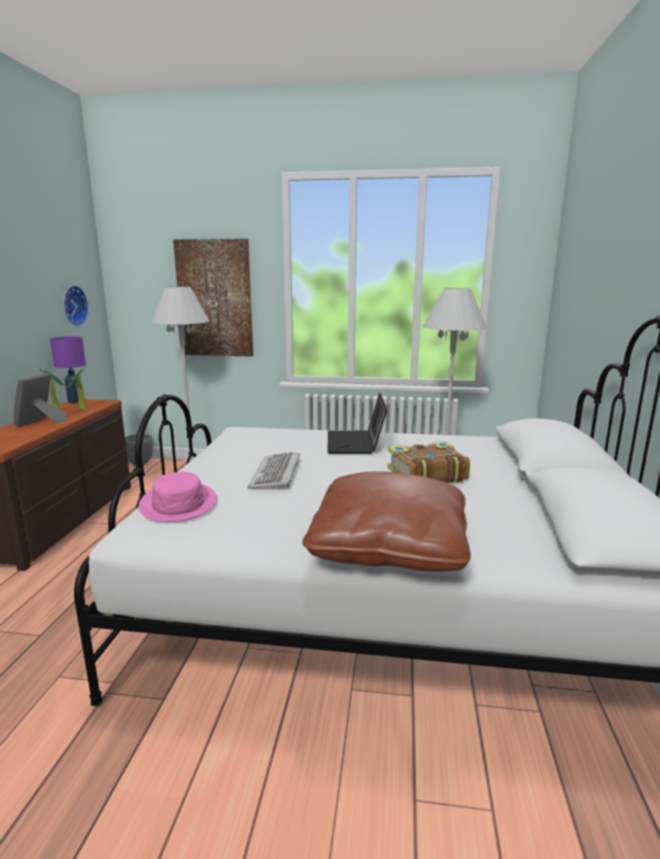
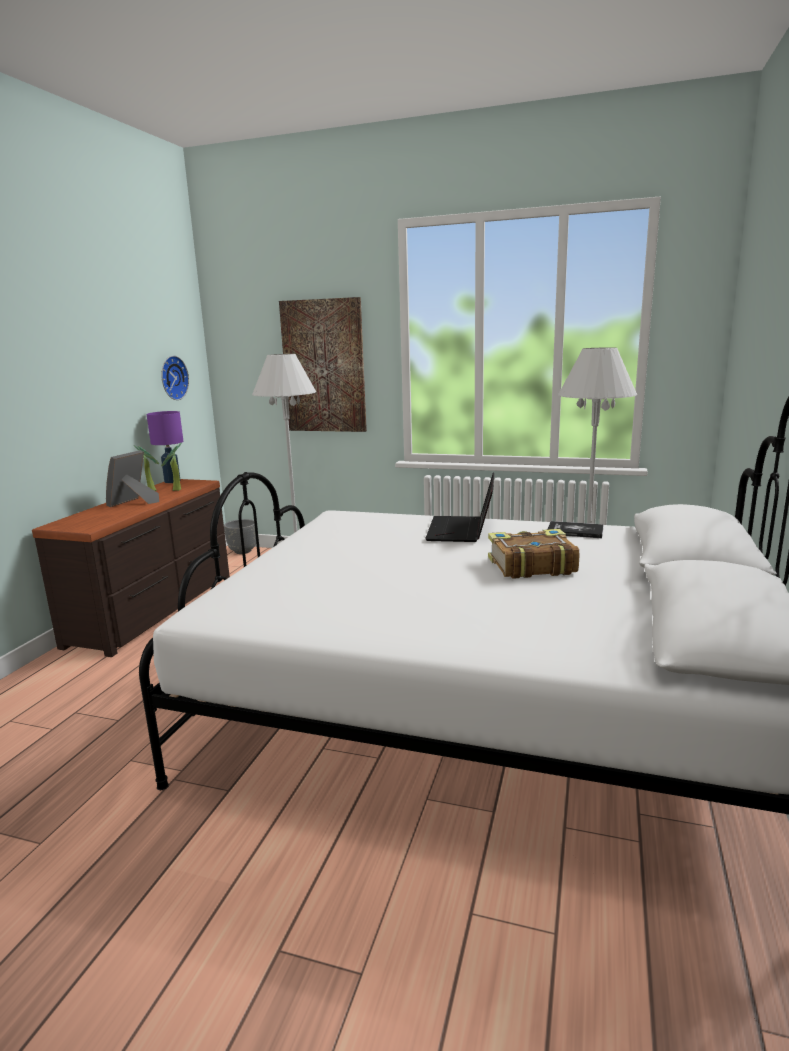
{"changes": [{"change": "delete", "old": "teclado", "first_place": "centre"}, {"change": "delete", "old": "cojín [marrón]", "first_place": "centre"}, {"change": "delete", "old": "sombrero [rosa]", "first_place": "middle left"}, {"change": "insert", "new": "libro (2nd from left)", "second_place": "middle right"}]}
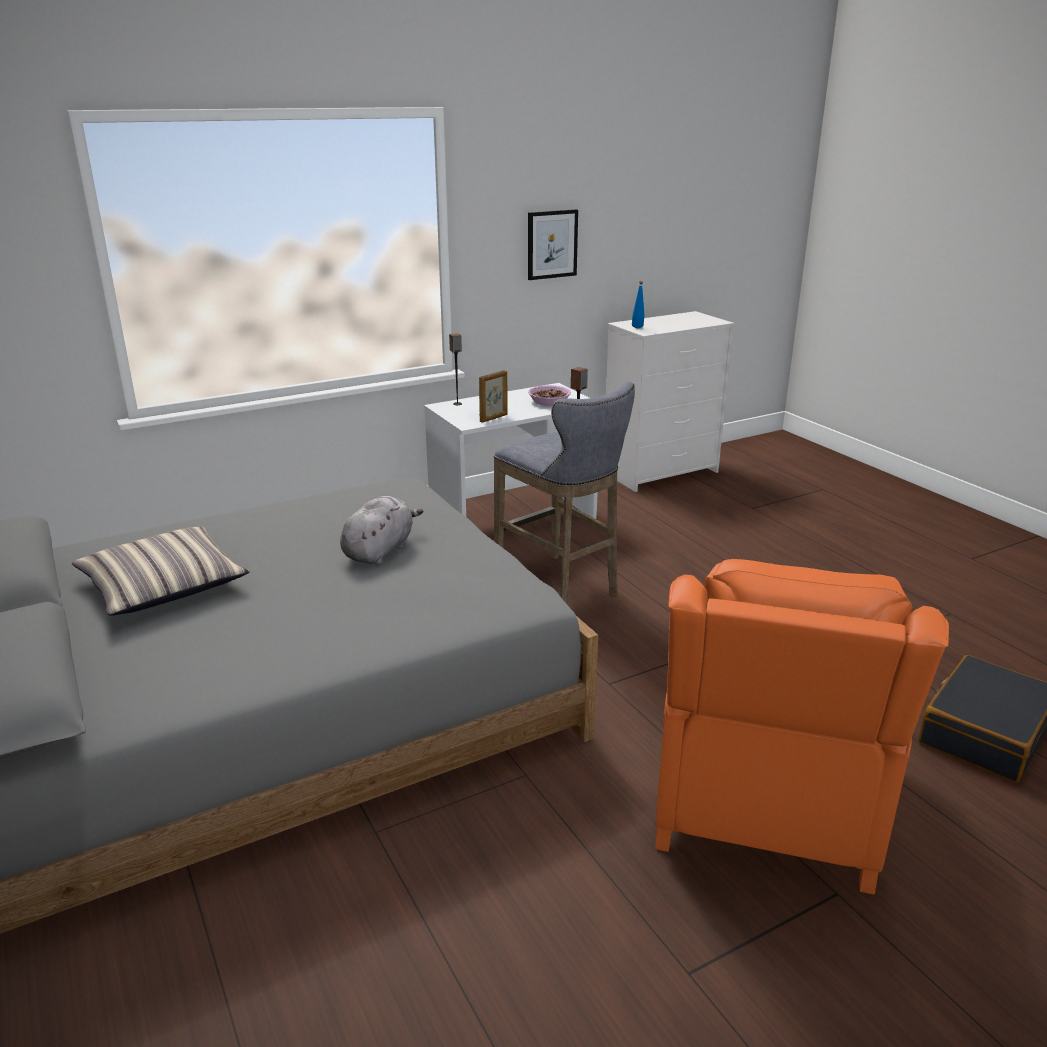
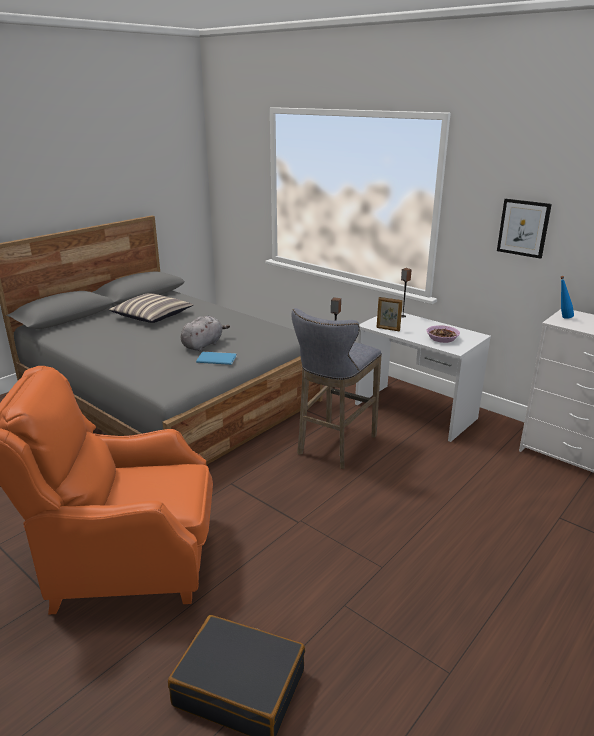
{"changes": [{"change": "rotate", "old": "peluche [gris]", "first_place": "centre", "second_place": "centre", "degrees": -60}, {"change": "insert", "new": "libro [azul]", "second_place": "centre"}]}
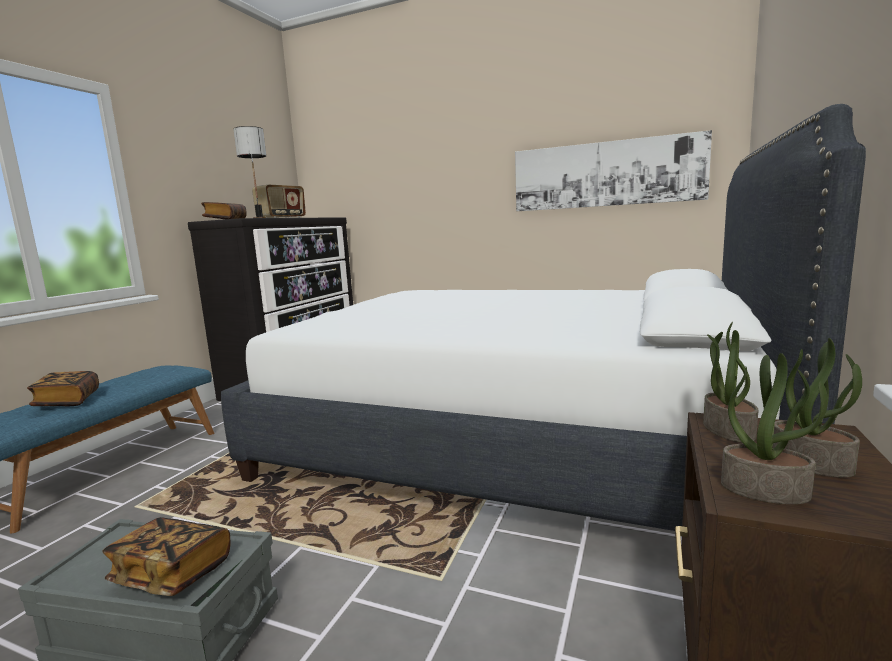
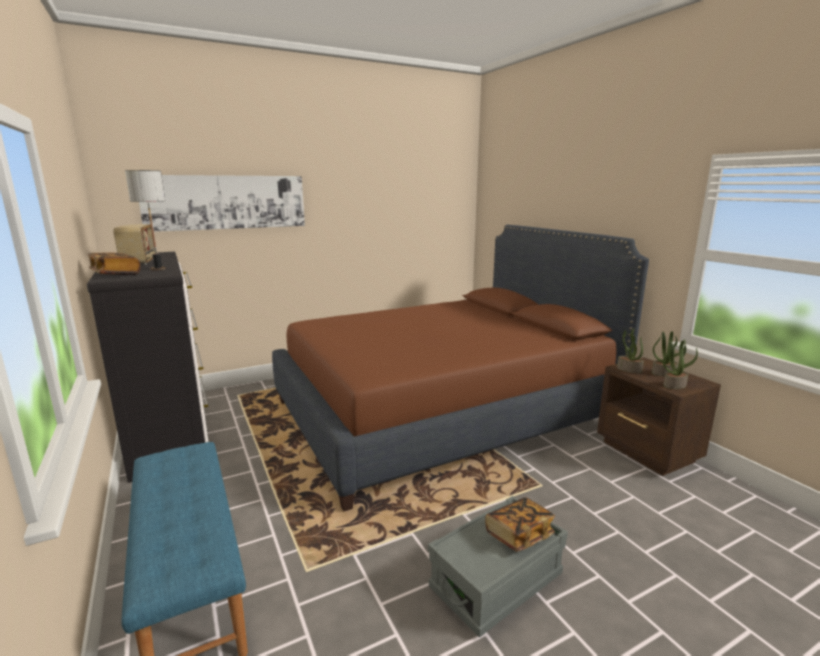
{"changes": [{"change": "recolor", "old": "cama [blanco]", "new": "cama [marrón]", "first_place": "centre", "second_place": "centre"}, {"change": "move", "old": "cuadro", "first_place": "top right", "second_place": "top left"}, {"change": "delete", "old": "libro (1st from left)", "first_place": "middle left"}]}
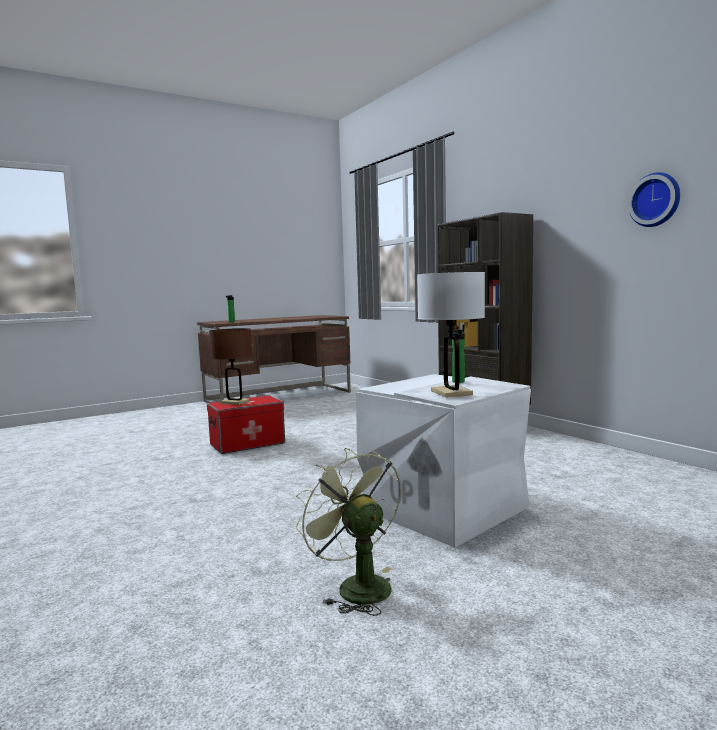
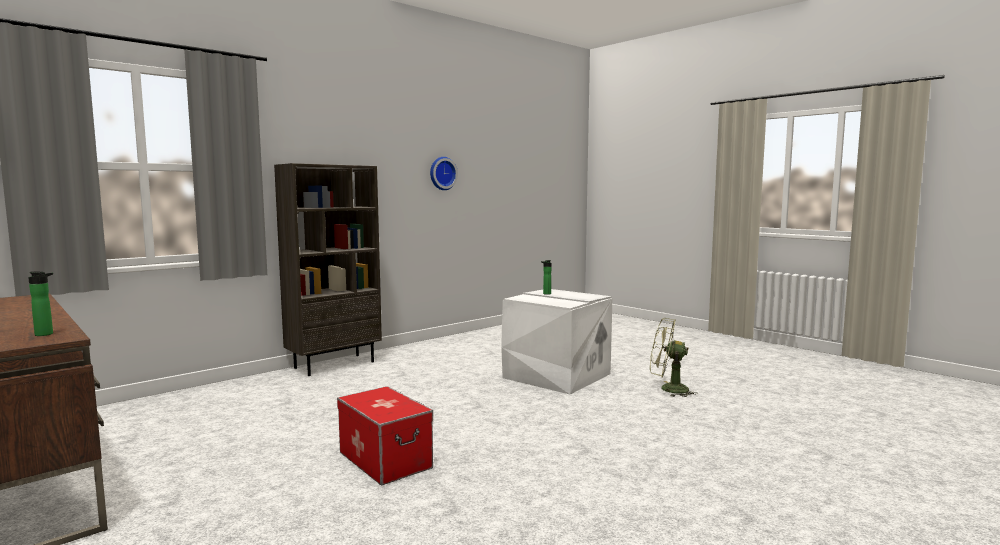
{"changes": [{"change": "delete", "old": "lámpara de mesa [blanco]", "first_place": "centre"}, {"change": "delete", "old": "lámpara de mesa [marrón]", "first_place": "middle left"}, {"change": "rotate", "old": "ventilador [verde]", "first_place": "bottom centre", "second_place": "middle right", "degrees": 60}]}
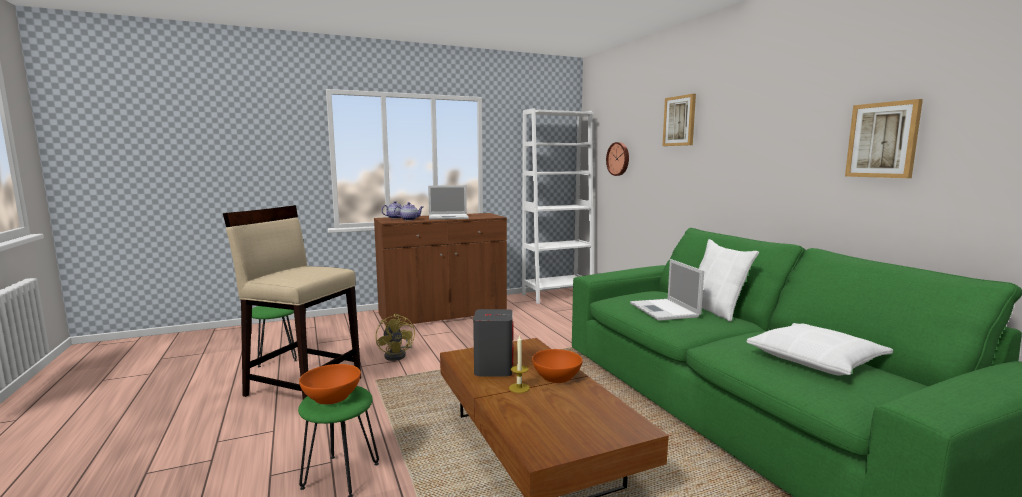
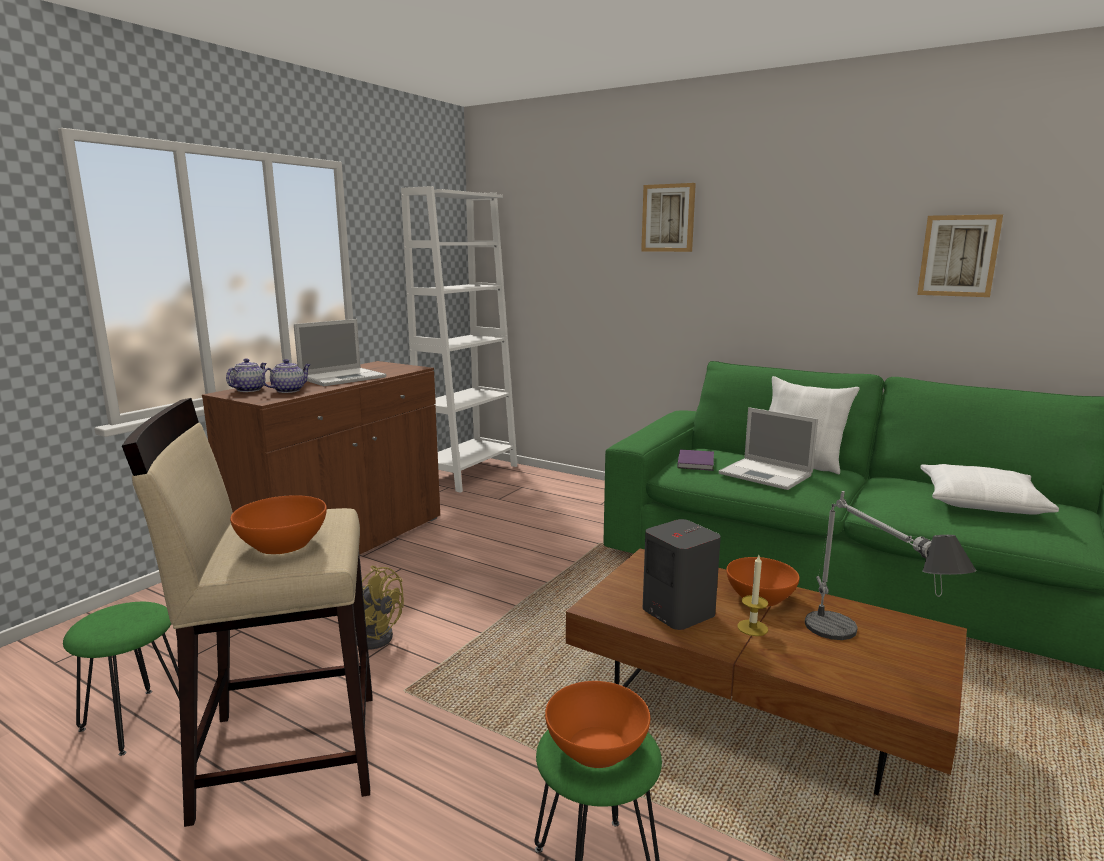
{"changes": [{"change": "delete", "old": "reloj de pared", "first_place": "top centre"}, {"change": "insert", "new": "libro [morado]", "second_place": "centre"}, {"change": "insert", "new": "lámpara de mesa", "second_place": "middle right"}, {"change": "insert", "new": "cuenco [naranja] (1st from left)", "second_place": "middle left"}]}
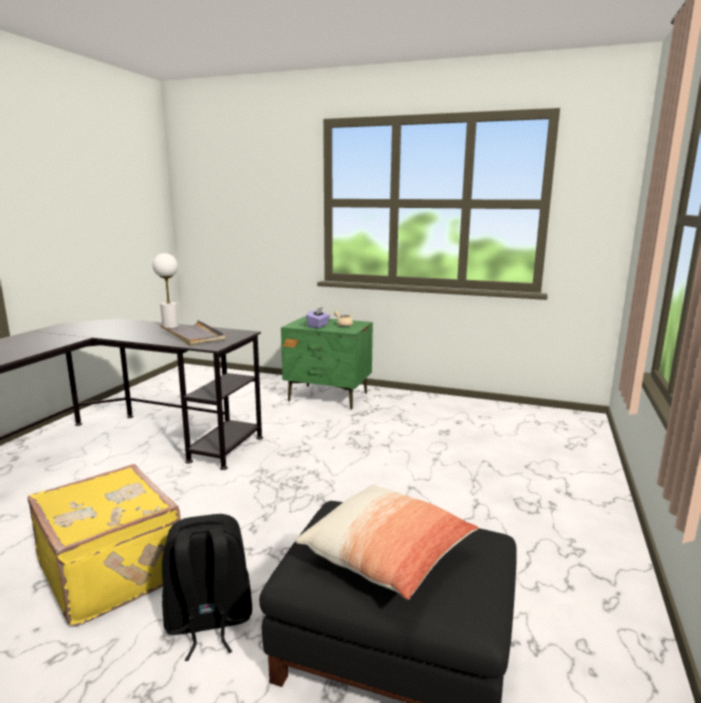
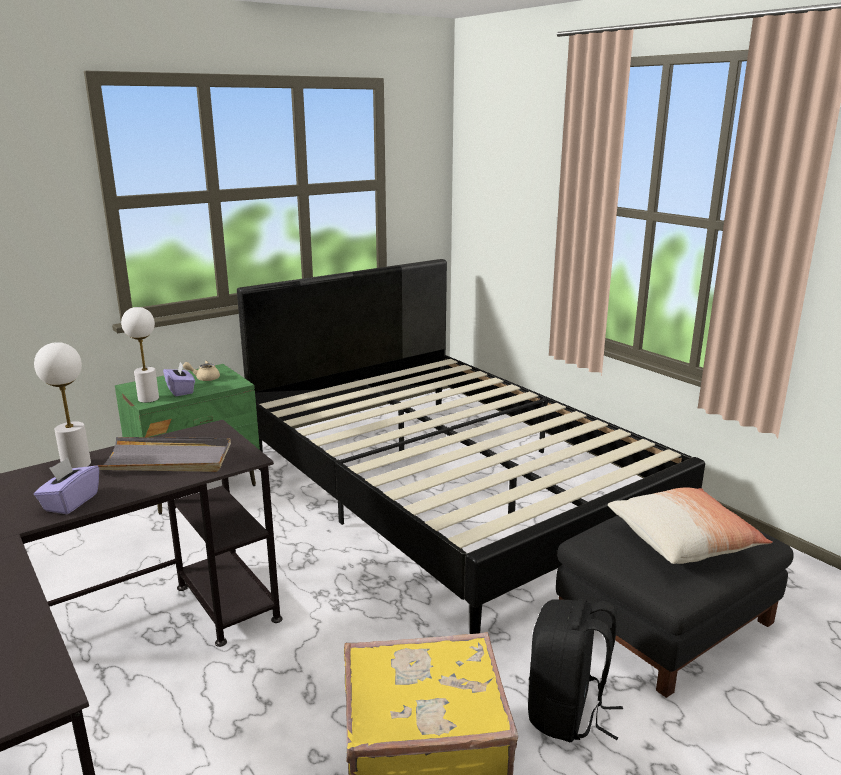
{"changes": [{"change": "insert", "new": "cama [negro]", "second_place": "centre"}, {"change": "insert", "new": "lámpara de mesa [blanco] (2nd from left)", "second_place": "middle left"}, {"change": "insert", "new": "caja de pañuelos [morado] (1st from left)", "second_place": "middle left"}]}
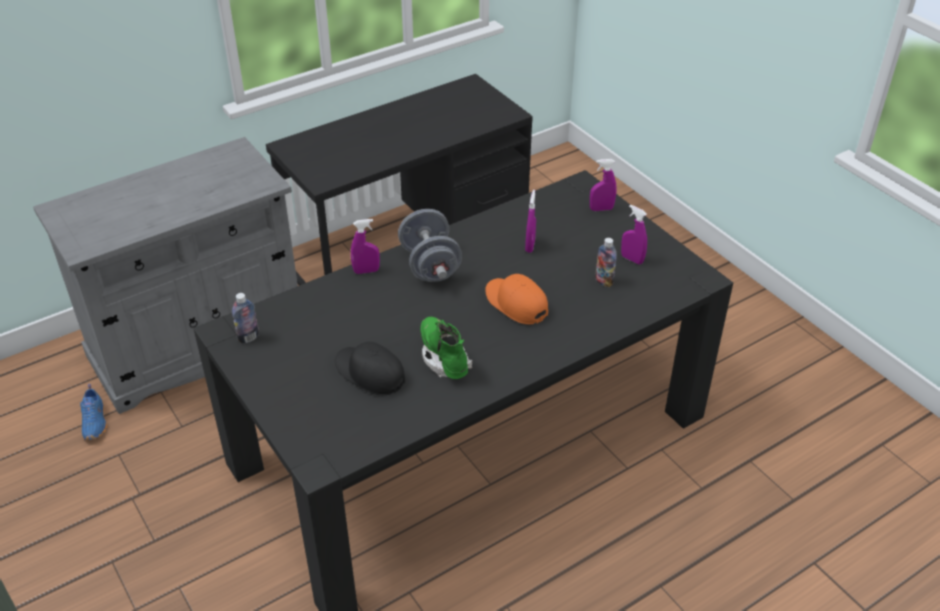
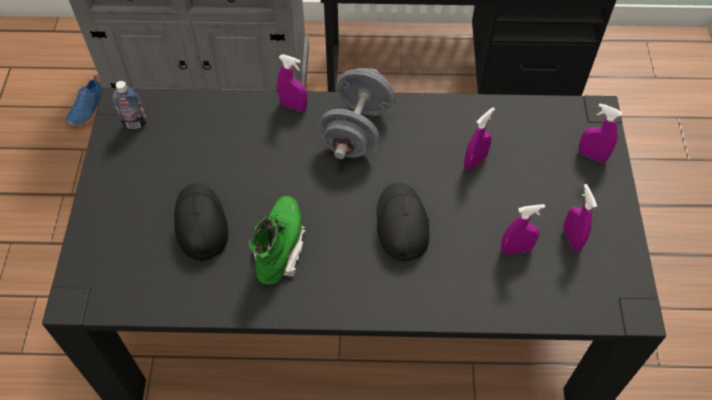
{"changes": [{"change": "replace", "old": "botella (2nd from left)", "new": "pulverizador [morado] (3rd from left)", "first_place": "centre", "second_place": "middle right"}, {"change": "recolor", "old": "gorra [naranja]", "new": "gorra [negro] (2nd from left)", "first_place": "centre", "second_place": "centre"}]}
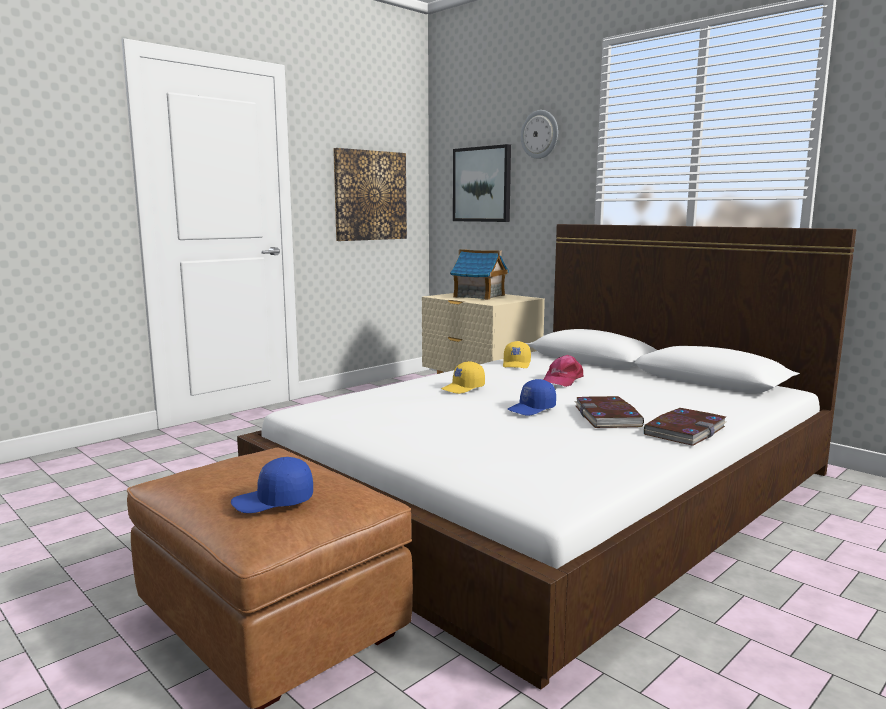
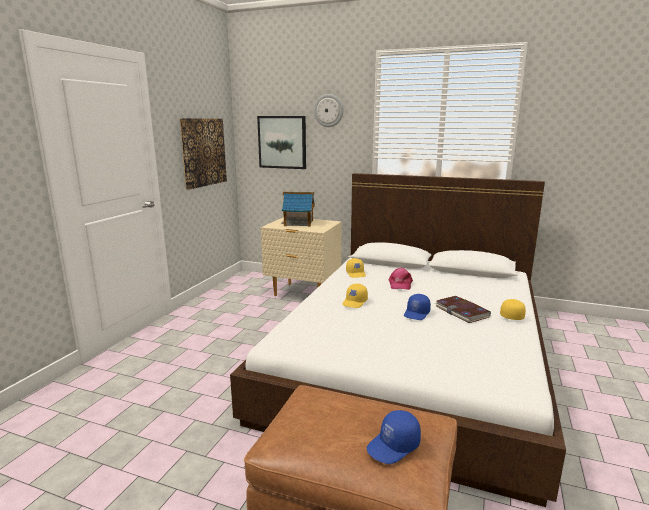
{"changes": [{"change": "replace", "old": "libro (2nd from left)", "new": "gorra [amarillo] (3rd from left)", "first_place": "middle right", "second_place": "middle right"}]}
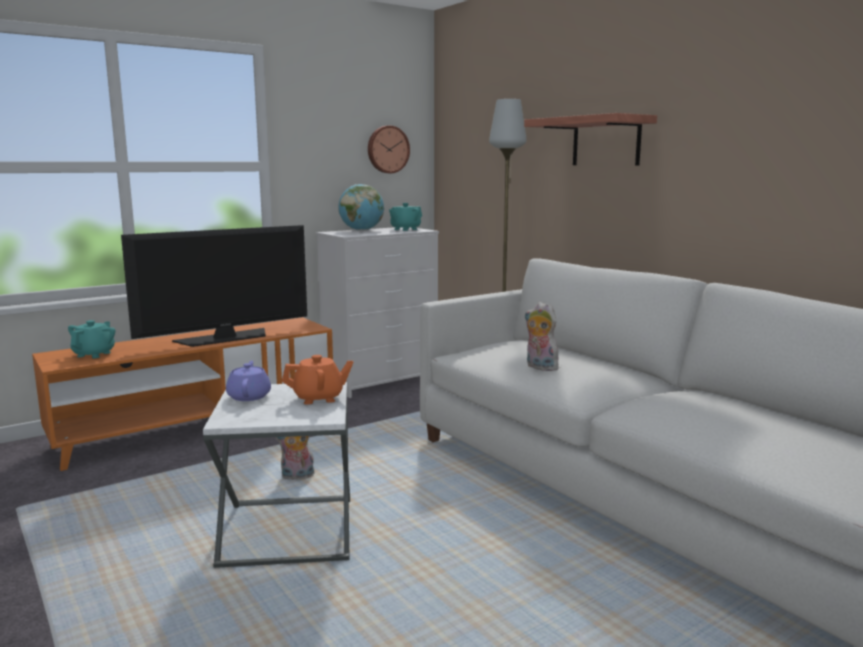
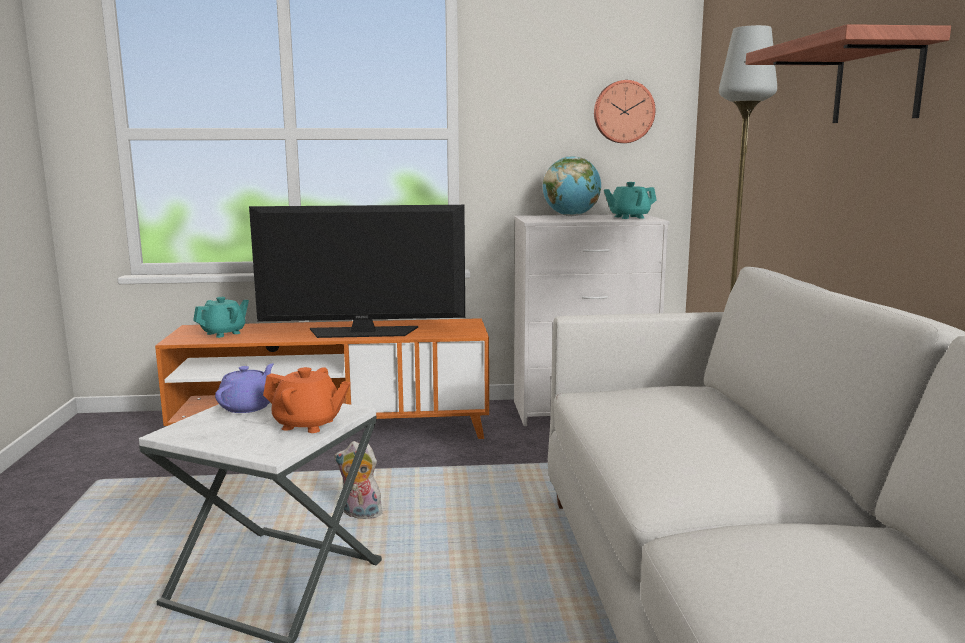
{"changes": [{"change": "delete", "old": "peluche (2nd from left)", "first_place": "centre"}]}
